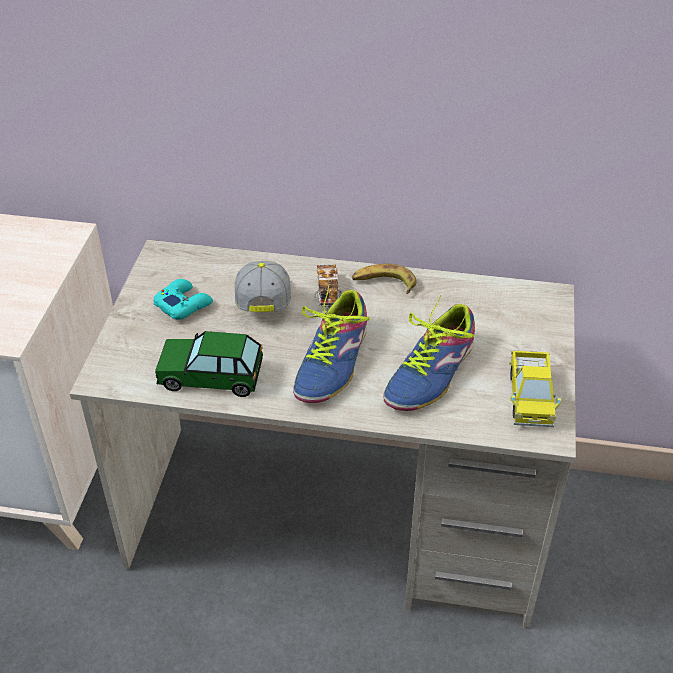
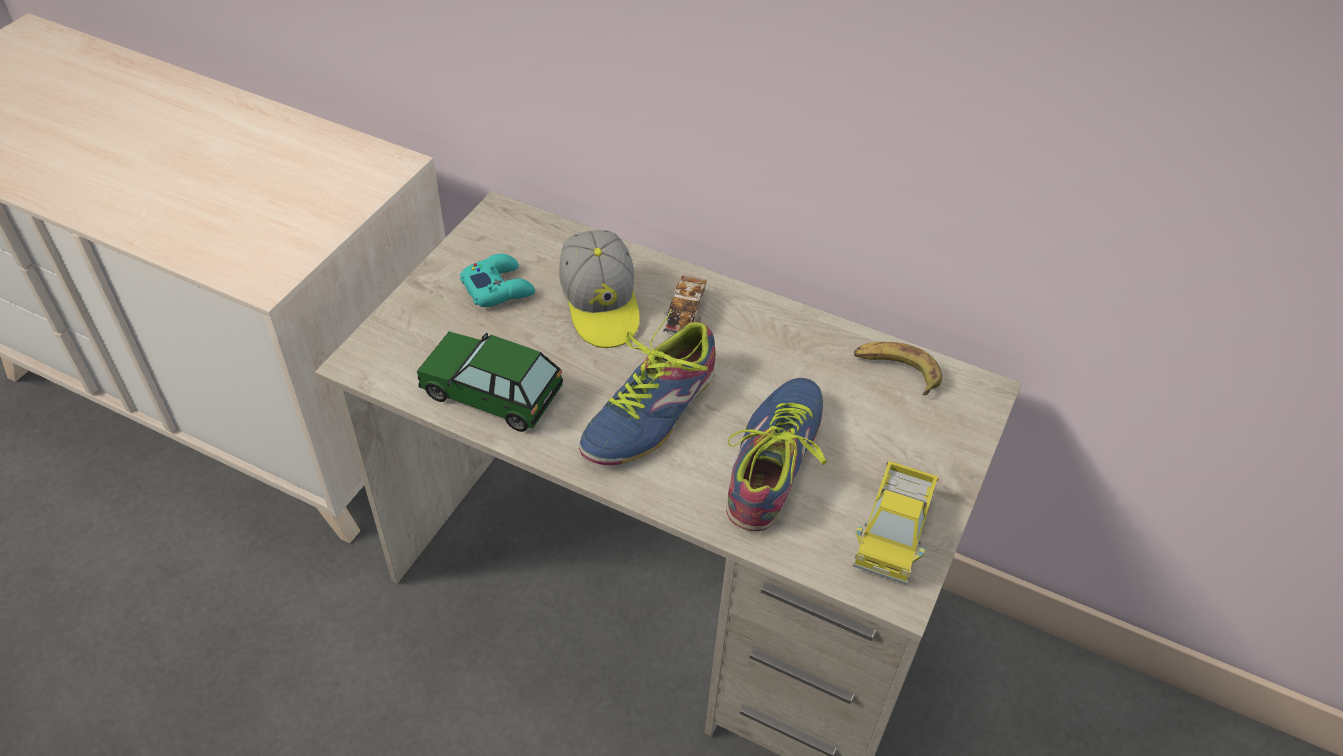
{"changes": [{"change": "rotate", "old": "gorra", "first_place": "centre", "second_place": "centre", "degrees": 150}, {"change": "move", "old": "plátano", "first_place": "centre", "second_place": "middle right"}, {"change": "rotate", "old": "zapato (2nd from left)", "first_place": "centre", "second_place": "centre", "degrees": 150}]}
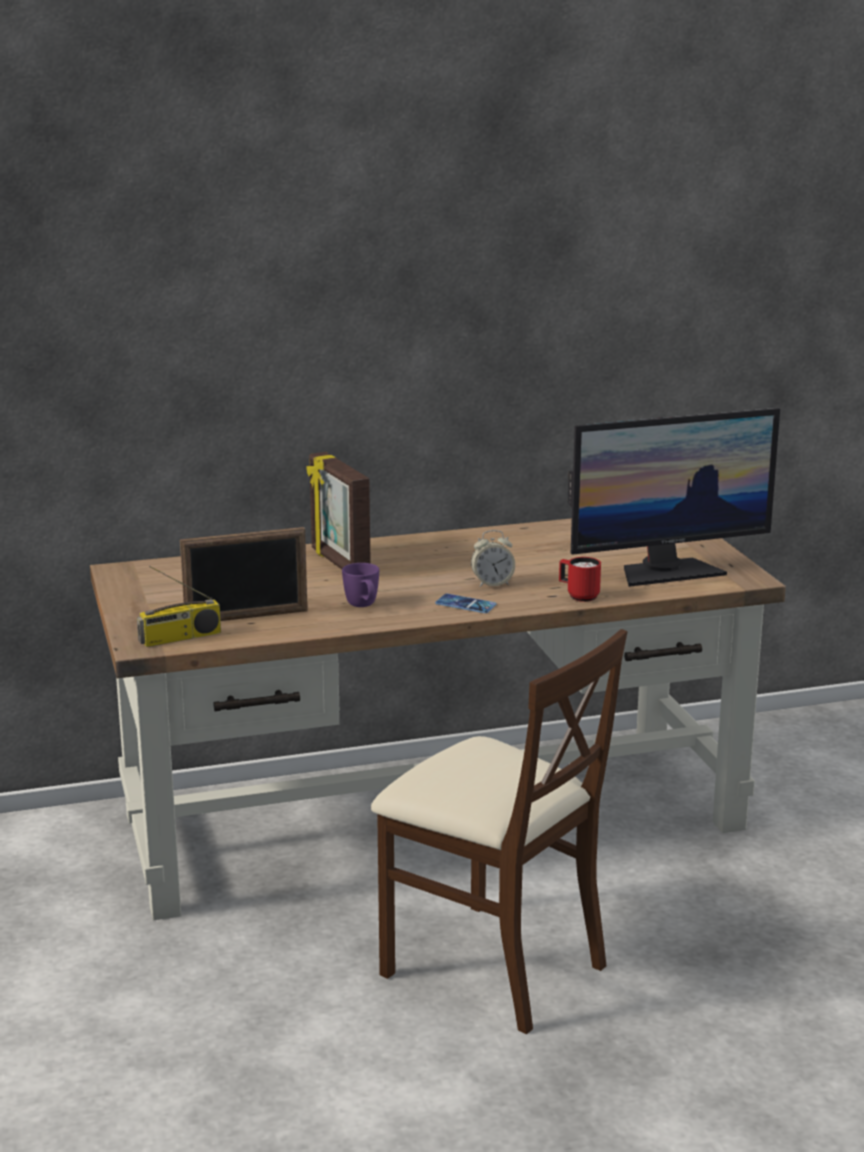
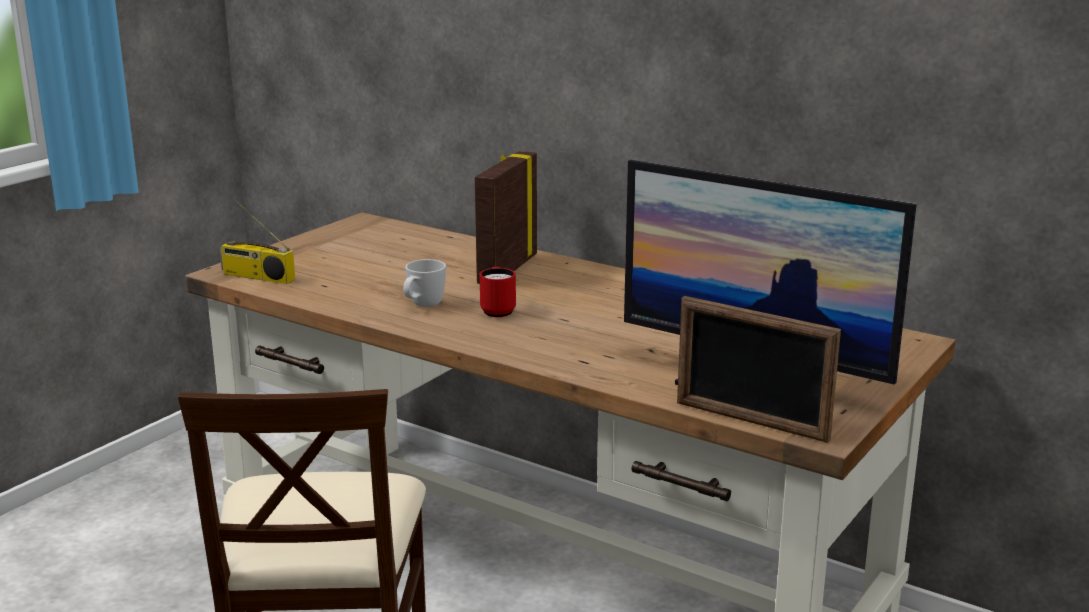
{"changes": [{"change": "move", "old": "portarretratos (1st from left in the first image)", "new": "portarretratos (2nd from left)", "first_place": "middle left", "second_place": "middle right"}, {"change": "delete", "old": "despertador", "first_place": "centre"}, {"change": "move", "old": "taza grande [rojo]", "first_place": "middle right", "second_place": "centre"}, {"change": "recolor", "old": "taza grande [morado]", "new": "taza grande [blanco]", "first_place": "centre", "second_place": "centre"}, {"change": "delete", "old": "móvil", "first_place": "centre"}]}
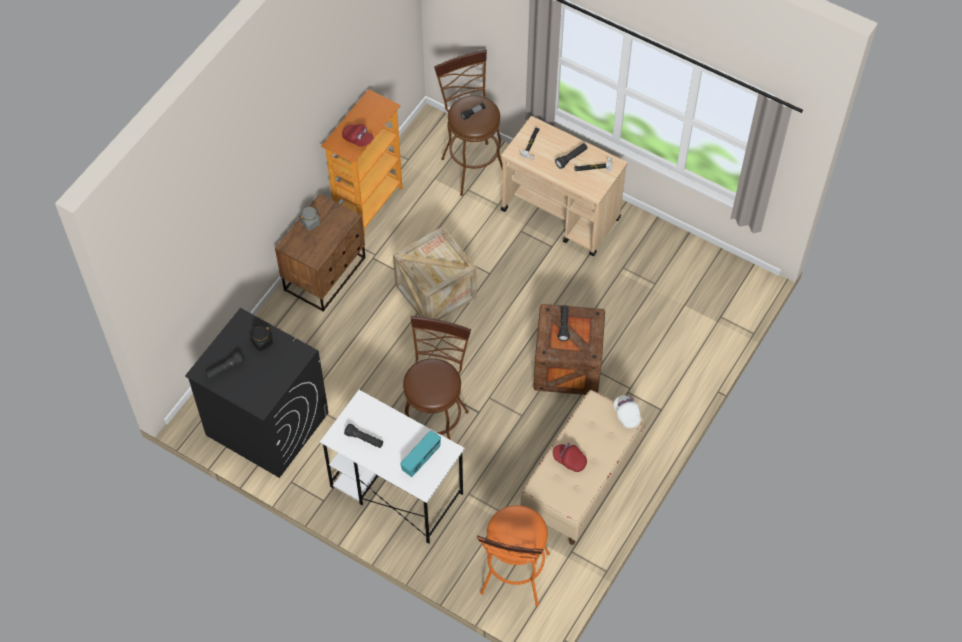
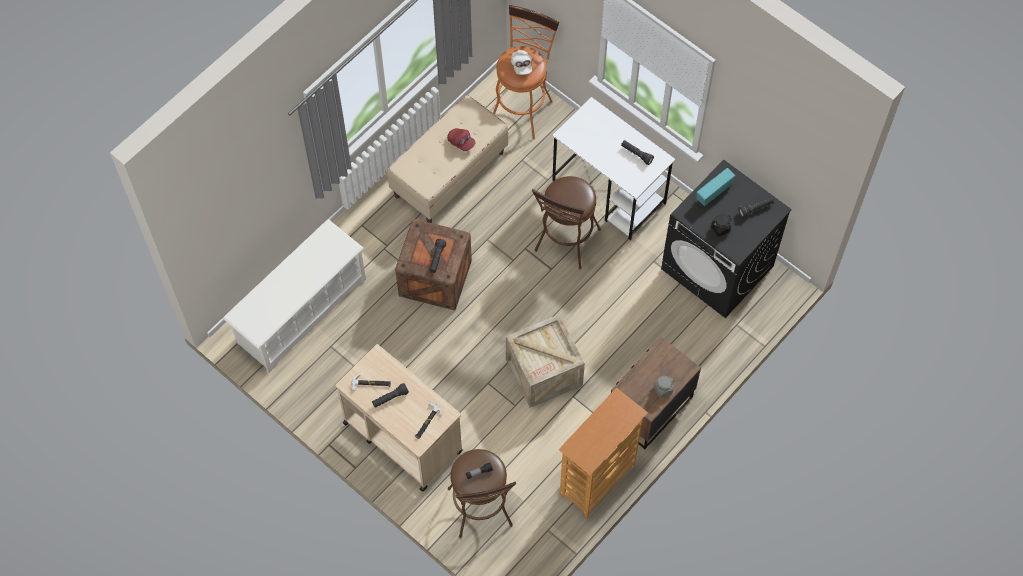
{"changes": [{"change": "delete", "old": "gorra [rojo] (1st from left)", "first_place": "top centre"}, {"change": "move", "old": "gorra [blanco]", "first_place": "centre", "second_place": "top centre"}, {"change": "move", "old": "radio", "first_place": "bottom centre", "second_place": "top right"}, {"change": "insert", "new": "zapatero [blanco]", "second_place": "middle left"}]}
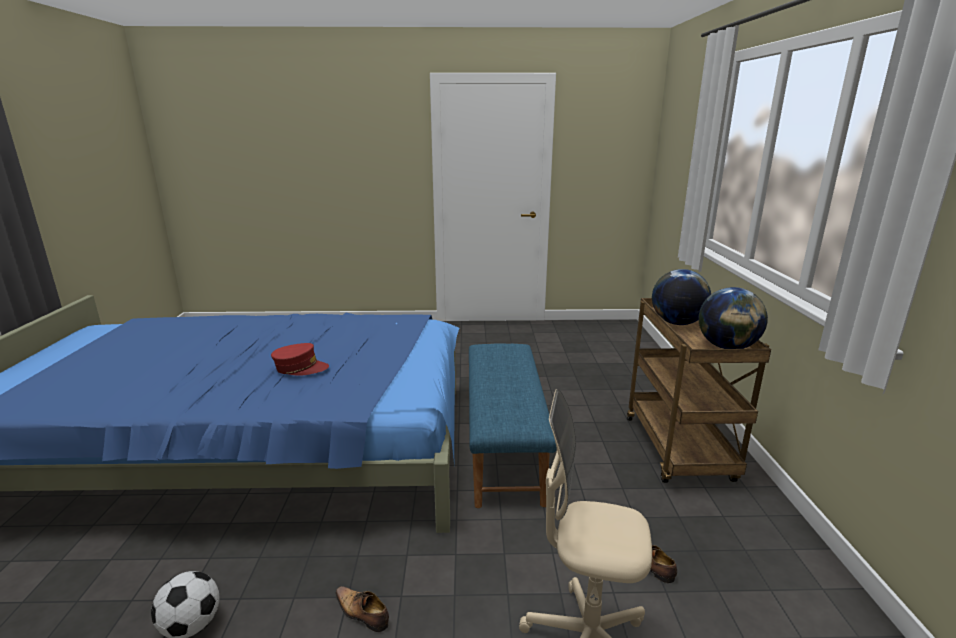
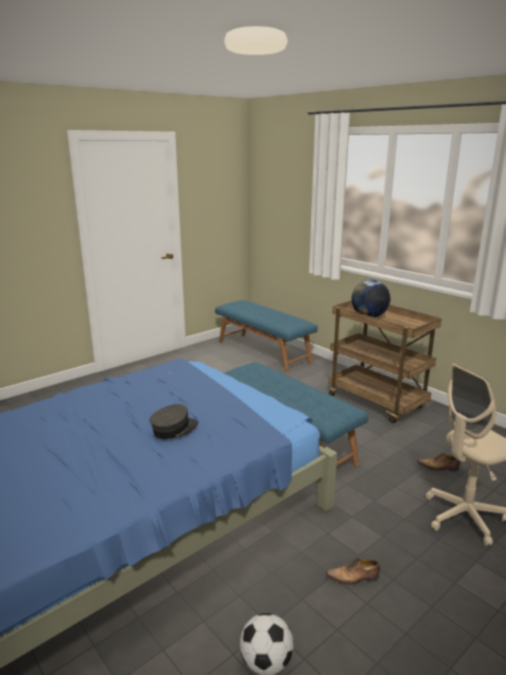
{"changes": [{"change": "delete", "old": "globo terráqueo (2nd from left)", "first_place": "middle right"}, {"change": "recolor", "old": "gorra [rojo]", "new": "gorra [gris]", "first_place": "middle left", "second_place": "centre"}, {"change": "insert", "new": "banco [azul] (1st from left)", "second_place": "centre"}]}
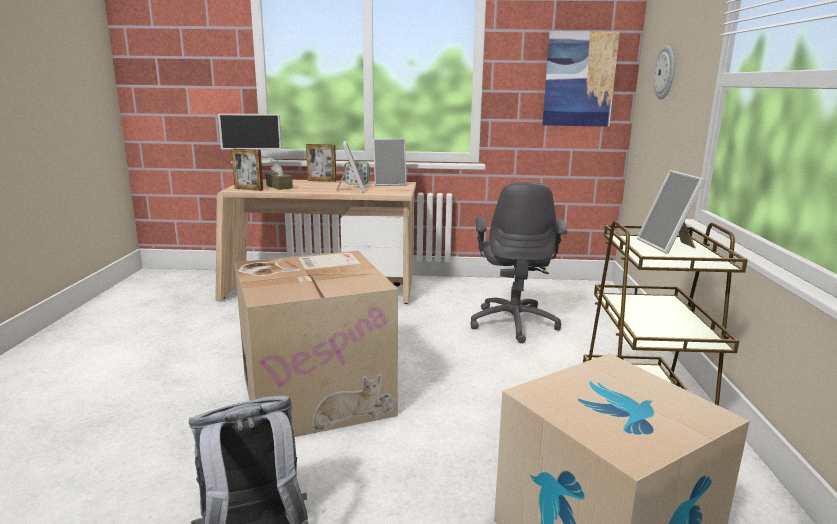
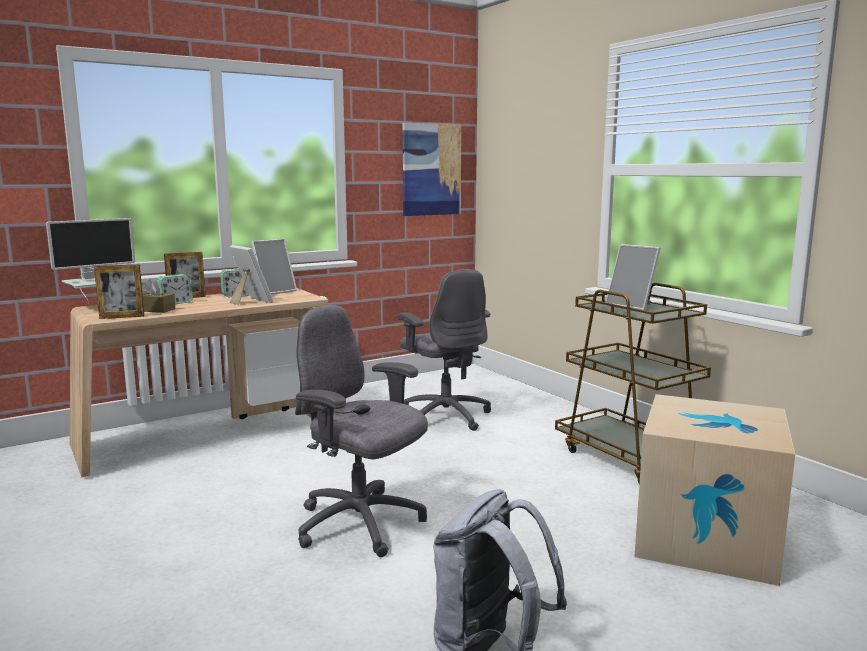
{"changes": [{"change": "delete", "old": "reloj de pared", "first_place": "top right"}, {"change": "replace", "old": "caja de cartón (1st from left)", "new": "silla de oficina [gris] (1st from left)", "first_place": "centre", "second_place": "centre"}, {"change": "insert", "new": "despertador (1st from left)", "second_place": "middle left"}]}
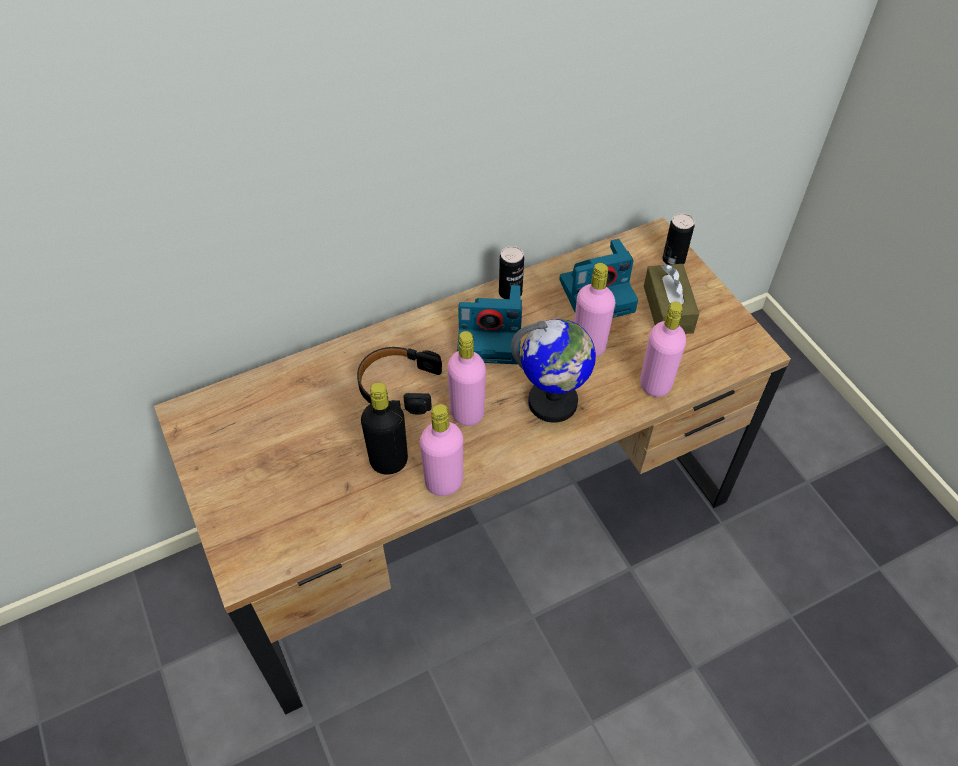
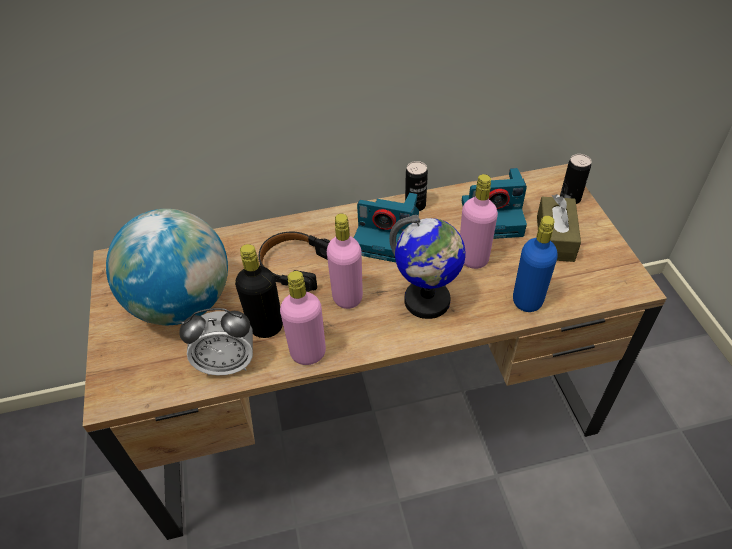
{"changes": [{"change": "recolor", "old": "botella [rosa] (4th from left)", "new": "botella [azul]", "first_place": "middle right", "second_place": "middle right"}, {"change": "insert", "new": "globo terráqueo (1st from left)", "second_place": "middle left"}, {"change": "insert", "new": "despertador", "second_place": "middle left"}]}
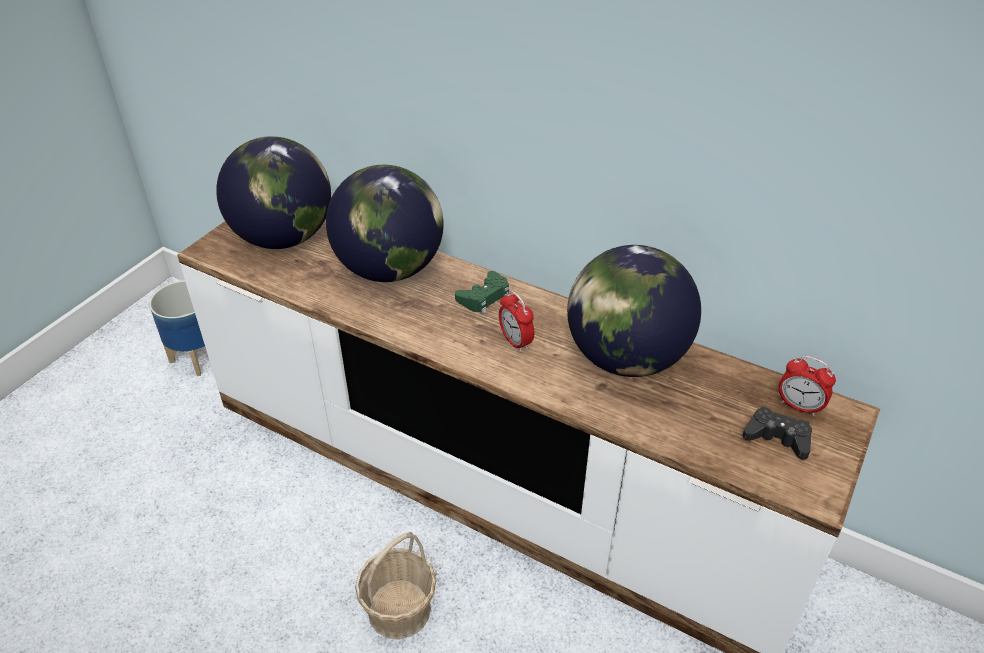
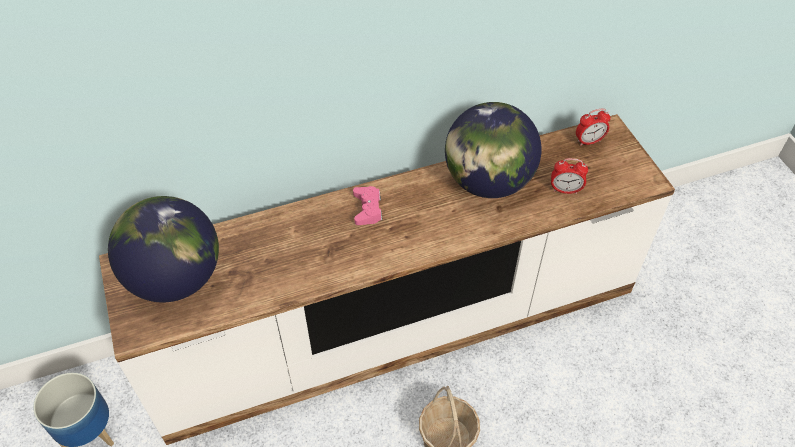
{"changes": [{"change": "delete", "old": "globo terráqueo (2nd from left)", "first_place": "centre"}, {"change": "recolor", "old": "mando de consola [verde]", "new": "mando de consola [rosa]", "first_place": "centre", "second_place": "centre"}, {"change": "move", "old": "despertador (1st from left)", "first_place": "centre", "second_place": "middle right"}, {"change": "delete", "old": "mando de consola [negro]", "first_place": "middle right"}]}
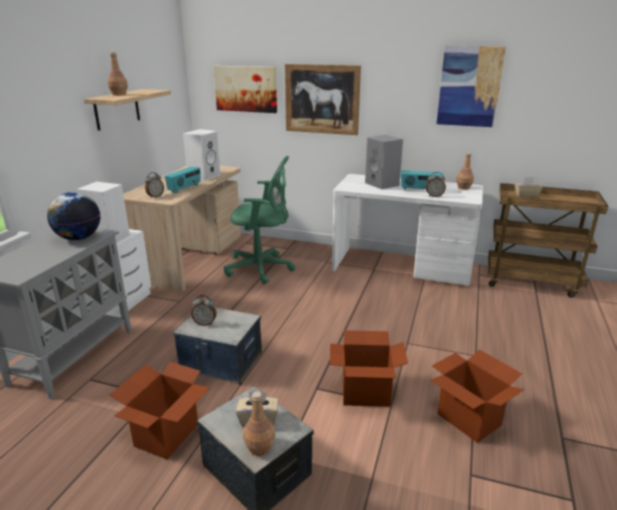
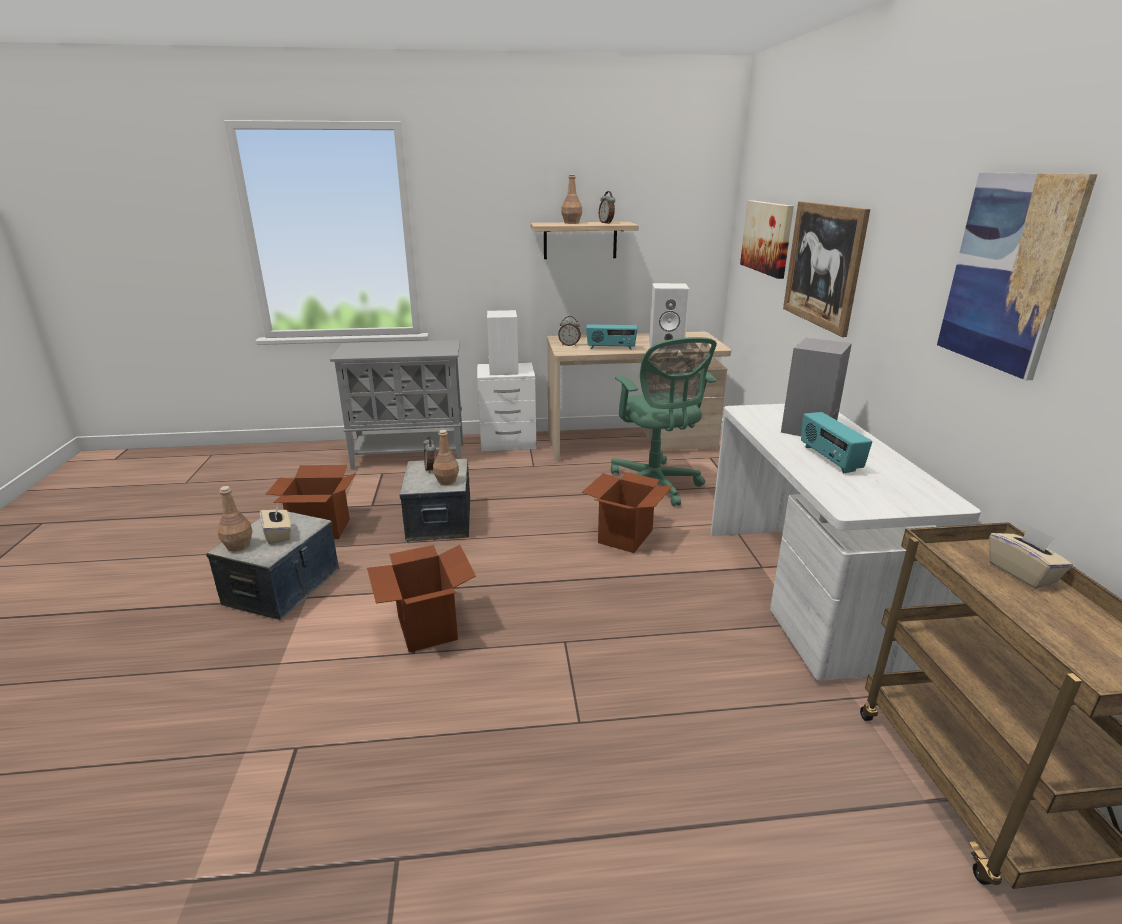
{"changes": [{"change": "move", "old": "botella [marrón] (3rd from left in the first image)", "new": "botella [marrón] (2nd from left)", "first_place": "middle right", "second_place": "centre"}, {"change": "move", "old": "despertador (3rd from left)", "first_place": "middle right", "second_place": "top centre"}, {"change": "delete", "old": "globo terráqueo", "first_place": "middle left"}, {"change": "move", "old": "caja de cartón (3rd from left)", "first_place": "bottom right", "second_place": "centre"}]}
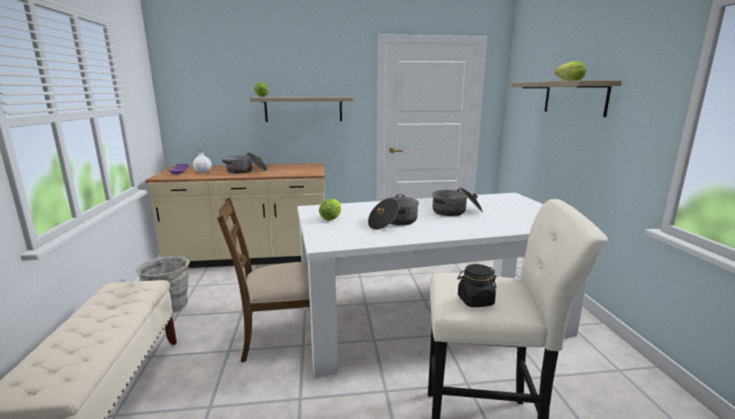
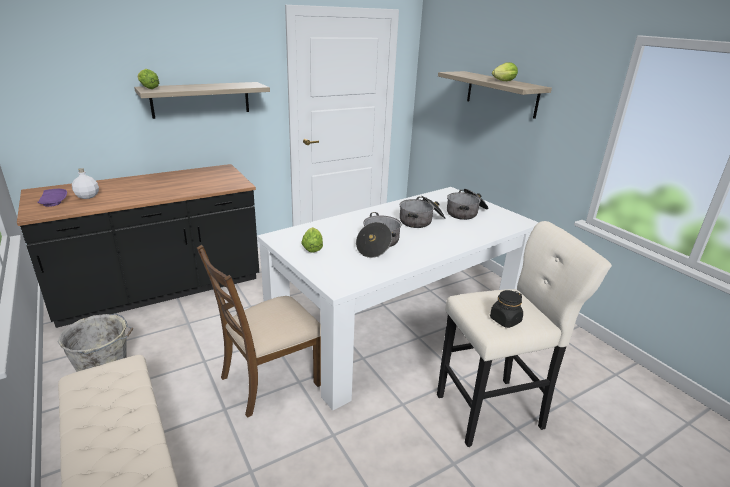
{"changes": [{"change": "move", "old": "olla (1st from left in the first image)", "new": "olla (3rd from left)", "first_place": "middle left", "second_place": "centre"}, {"change": "recolor", "old": "mueble bajo de cocina [beis]", "new": "mueble bajo de cocina [negro]", "first_place": "middle left", "second_place": "middle left"}]}
